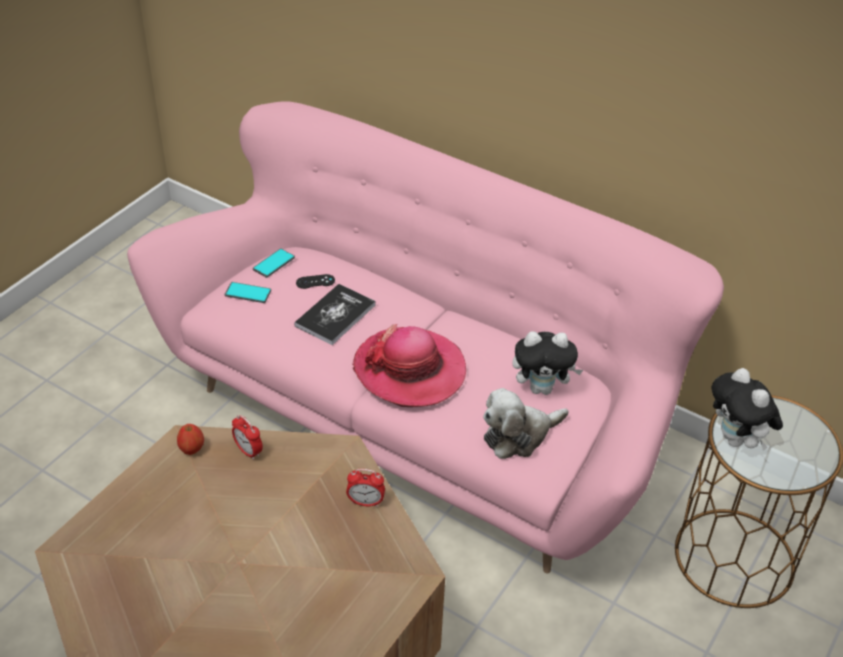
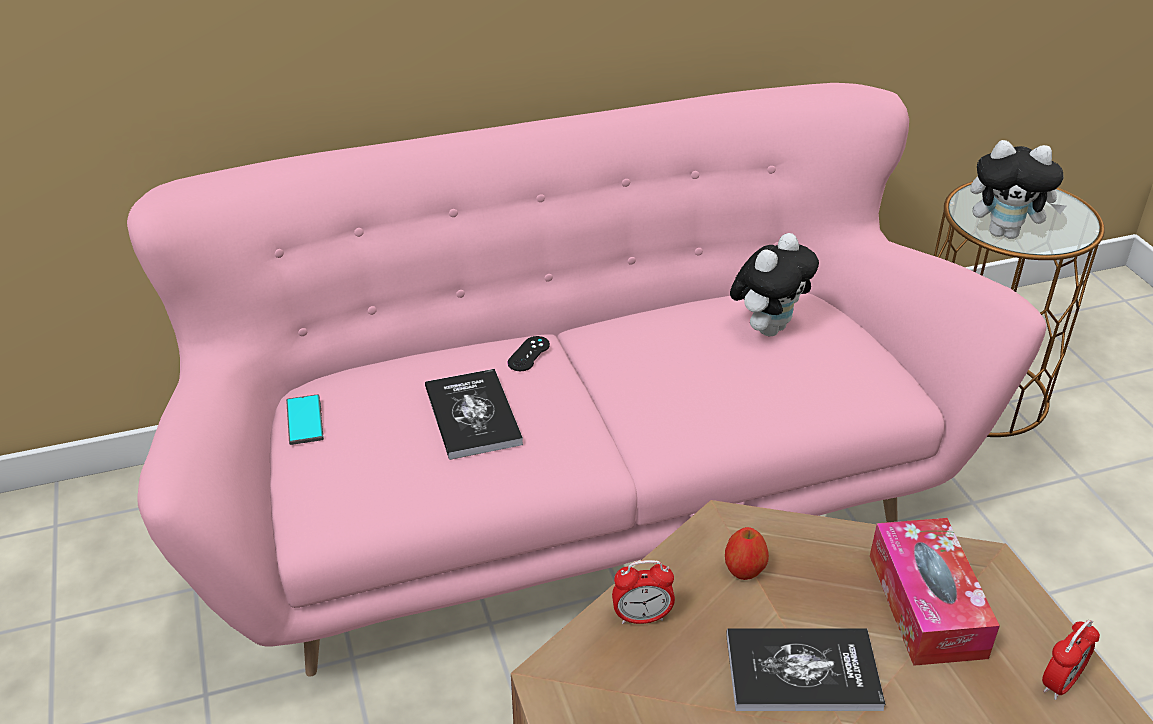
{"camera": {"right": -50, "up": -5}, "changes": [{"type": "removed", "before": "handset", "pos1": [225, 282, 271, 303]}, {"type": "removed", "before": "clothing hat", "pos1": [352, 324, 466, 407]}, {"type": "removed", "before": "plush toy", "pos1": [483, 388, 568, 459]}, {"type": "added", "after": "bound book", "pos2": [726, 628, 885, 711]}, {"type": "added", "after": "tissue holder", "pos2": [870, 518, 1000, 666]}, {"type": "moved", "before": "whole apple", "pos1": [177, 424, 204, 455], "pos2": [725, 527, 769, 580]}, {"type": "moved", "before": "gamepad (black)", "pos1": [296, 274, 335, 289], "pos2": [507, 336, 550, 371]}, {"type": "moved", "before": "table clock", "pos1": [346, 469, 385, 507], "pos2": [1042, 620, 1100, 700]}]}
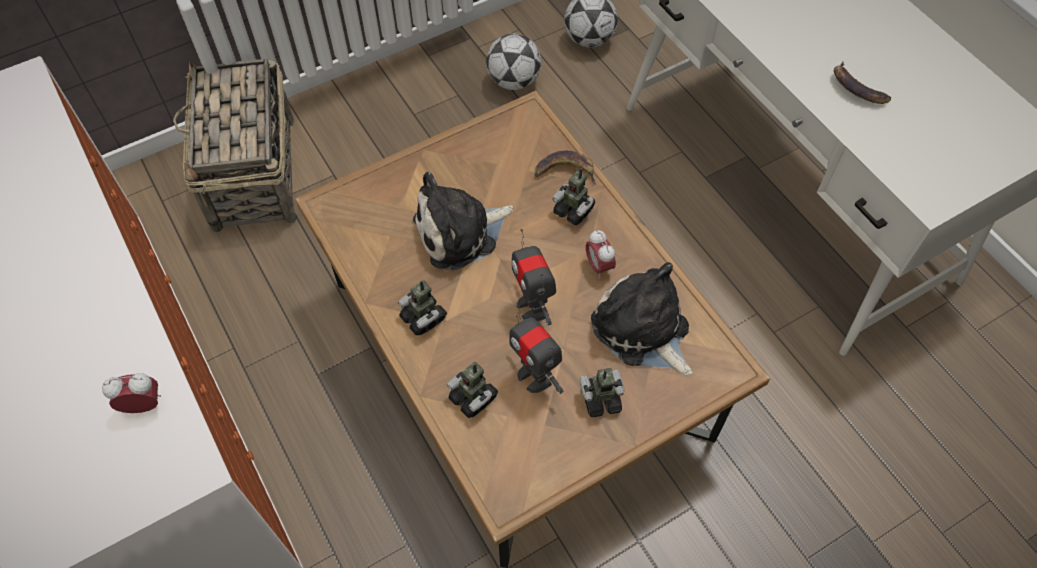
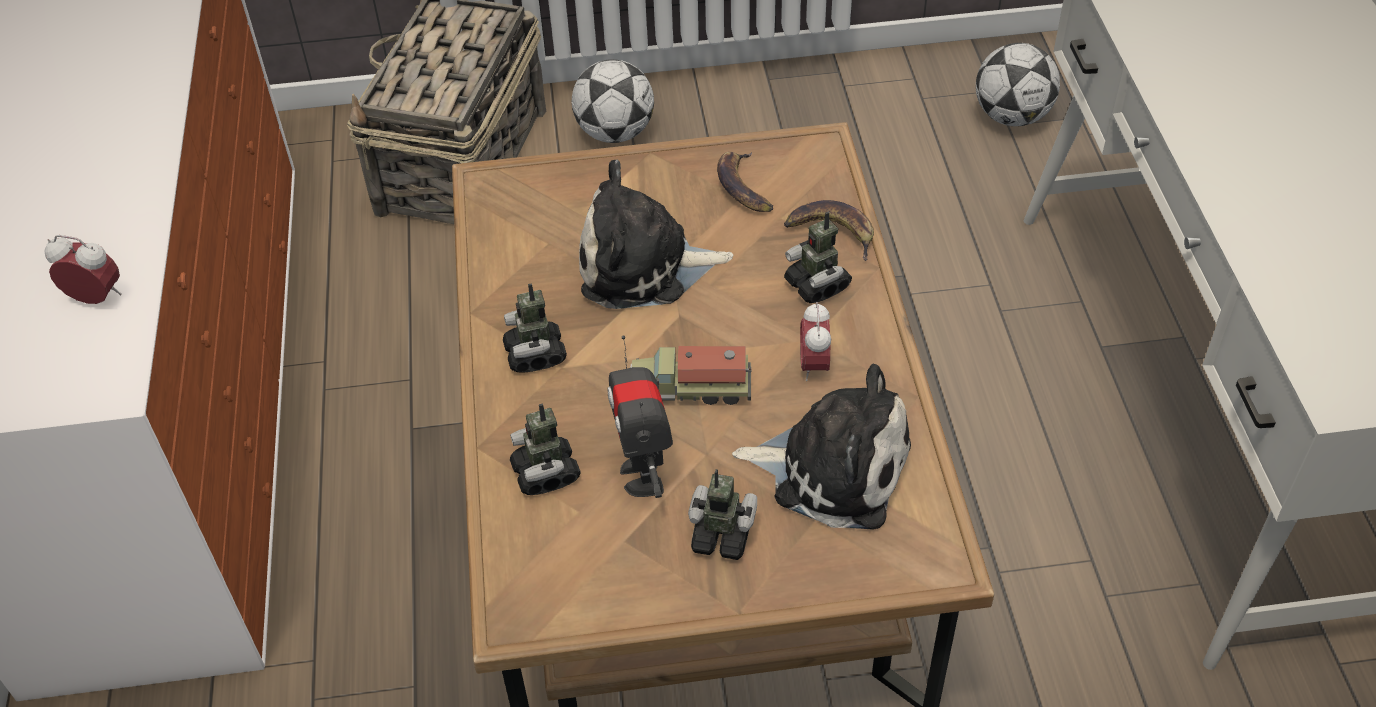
{"camera": {"right": 25, "up": -10}, "changes": [{"type": "moved", "before": "football", "pos1": [486, 34, 541, 90], "pos2": [572, 59, 654, 143]}, {"type": "moved", "before": "whole banana", "pos1": [834, 62, 891, 104], "pos2": [717, 152, 773, 212]}, {"type": "replaced", "before": "model robot", "after": "toy lorry", "pos1": [512, 229, 556, 325], "pos2": [630, 346, 752, 405]}, {"type": "turned", "before": "plush toy", "pos1": [591, 262, 692, 375], "pos2": [732, 364, 911, 530], "turn": 120}]}
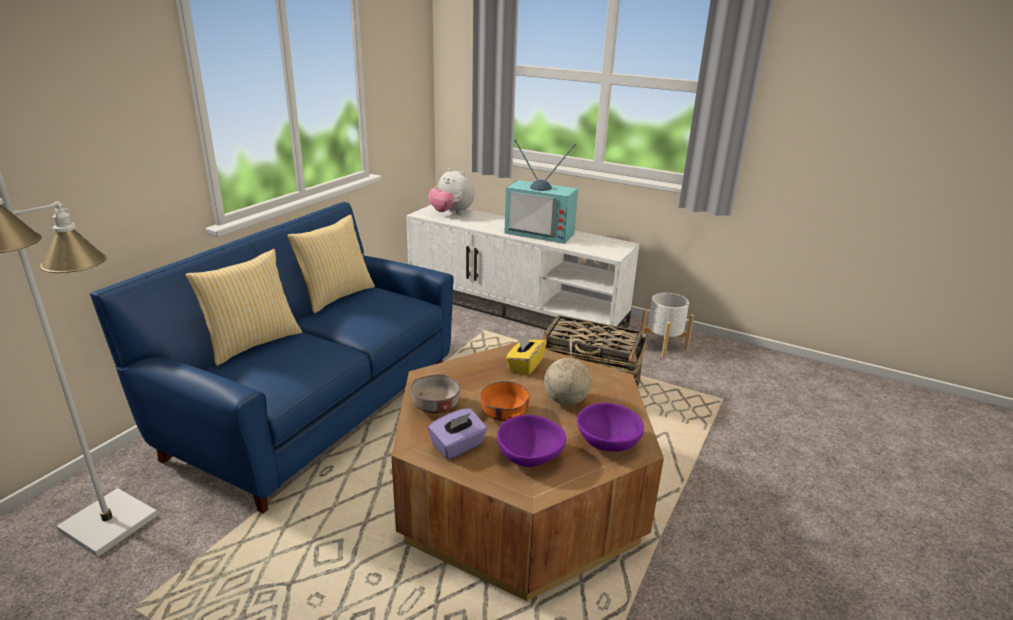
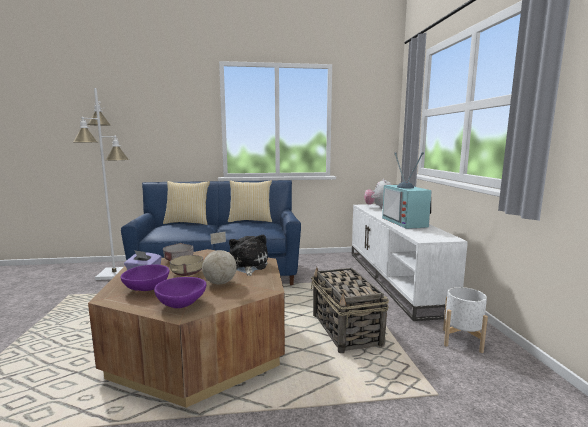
{"camera": {"right": 55, "up": -15}, "changes": [{"type": "replaced", "before": "tissue holder (yellow-coloured)", "after": "plush toy", "pos1": [506, 333, 546, 376], "pos2": [229, 235, 268, 276]}, {"type": "recoloured", "before": "serving bowl (orange-coloured)", "after": "serving bowl (beige)", "pos1": [480, 381, 530, 421], "pos2": [170, 255, 203, 276]}]}
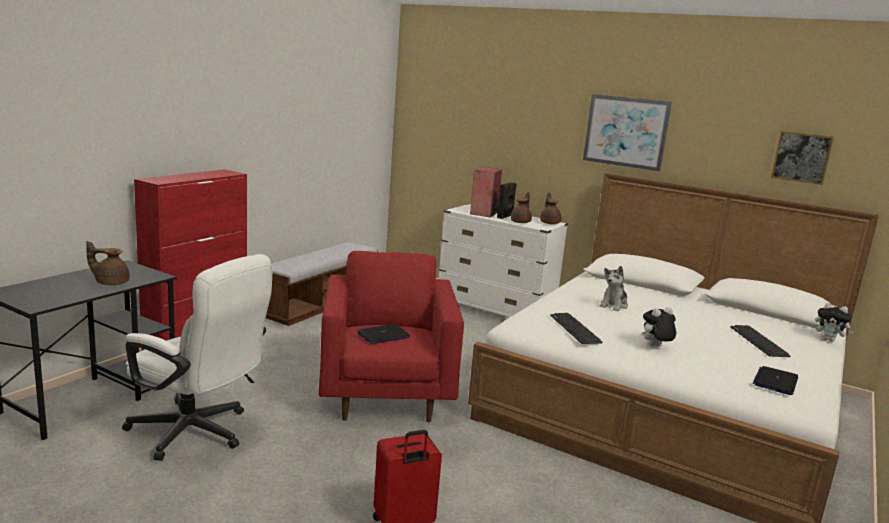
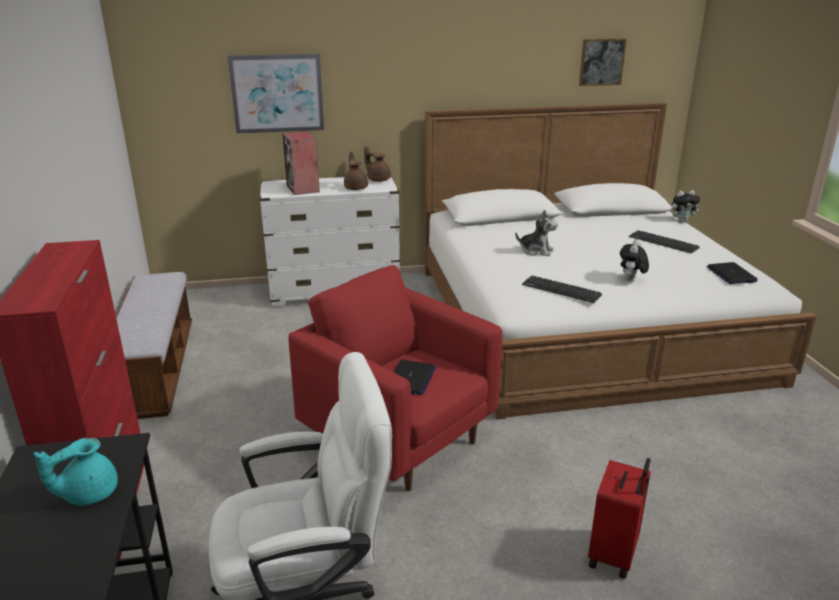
{"camera": {"right": -40, "up": 10}, "changes": [{"type": "removed", "before": "audio speaker (black)", "pos1": [497, 182, 517, 219]}, {"type": "moved", "before": "picture", "pos1": [583, 94, 672, 171], "pos2": [228, 54, 324, 134]}, {"type": "recoloured", "before": "pot for tea (brownish)", "after": "pot for tea (turquoise)", "pos1": [86, 241, 130, 285], "pos2": [34, 438, 118, 506]}, {"type": "turned", "before": "plush toy", "pos1": [600, 266, 628, 311], "pos2": [515, 210, 558, 256], "turn": -60}]}
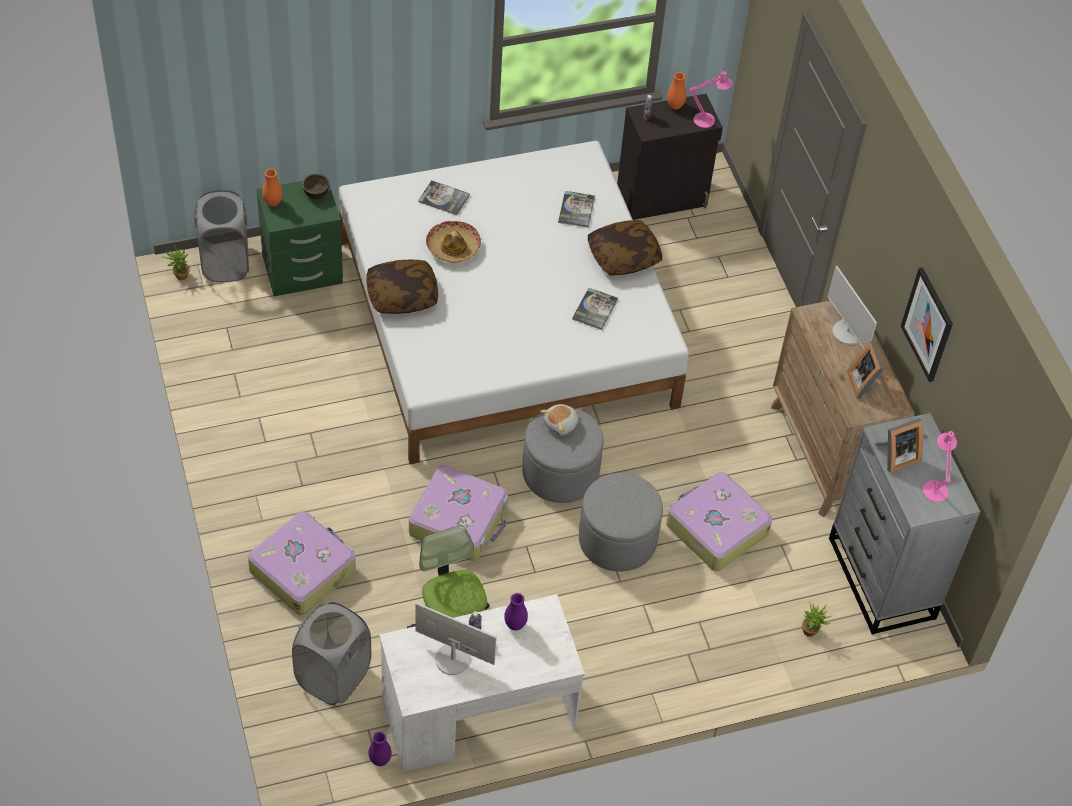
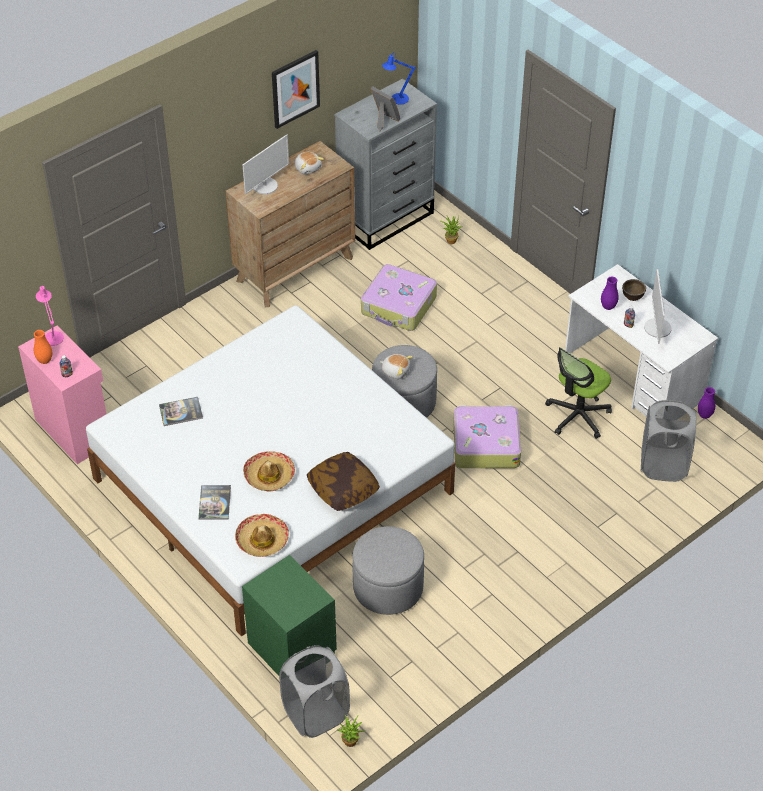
{"camera": {"right": -110, "up": -5}, "changes": [{"type": "removed", "before": "travel case", "pos1": [248, 512, 356, 615]}, {"type": "removed", "before": "decorative vase (orange-coloured)", "pos1": [262, 169, 283, 206]}, {"type": "removed", "before": "bound book", "pos1": [572, 288, 618, 330]}, {"type": "removed", "before": "pillow", "pos1": [588, 220, 662, 276]}, {"type": "added", "after": "clothing hat", "pos2": [235, 514, 289, 557]}, {"type": "moved", "before": "serving bowl (brownish)", "pos1": [302, 174, 329, 199], "pos2": [622, 279, 646, 301]}, {"type": "moved", "before": "pouffe (gray)", "pos1": [579, 473, 663, 572], "pos2": [352, 526, 424, 615]}, {"type": "replaced", "before": "picture frame", "after": "plush toy", "pos1": [847, 341, 884, 399], "pos2": [295, 152, 324, 175]}, {"type": "recoloured", "before": "cabinet (black)", "after": "cabinet (pink)", "pos1": [617, 94, 723, 220], "pos2": [18, 326, 106, 464]}, {"type": "recoloured", "before": "table lamp (pink)", "after": "table lamp (blue)", "pos1": [923, 431, 957, 502], "pos2": [382, 52, 415, 105]}]}
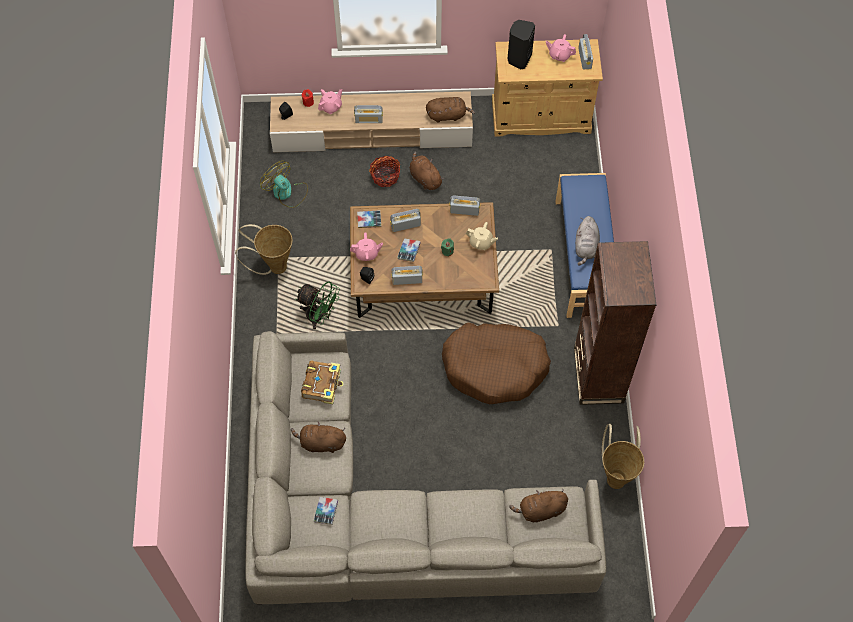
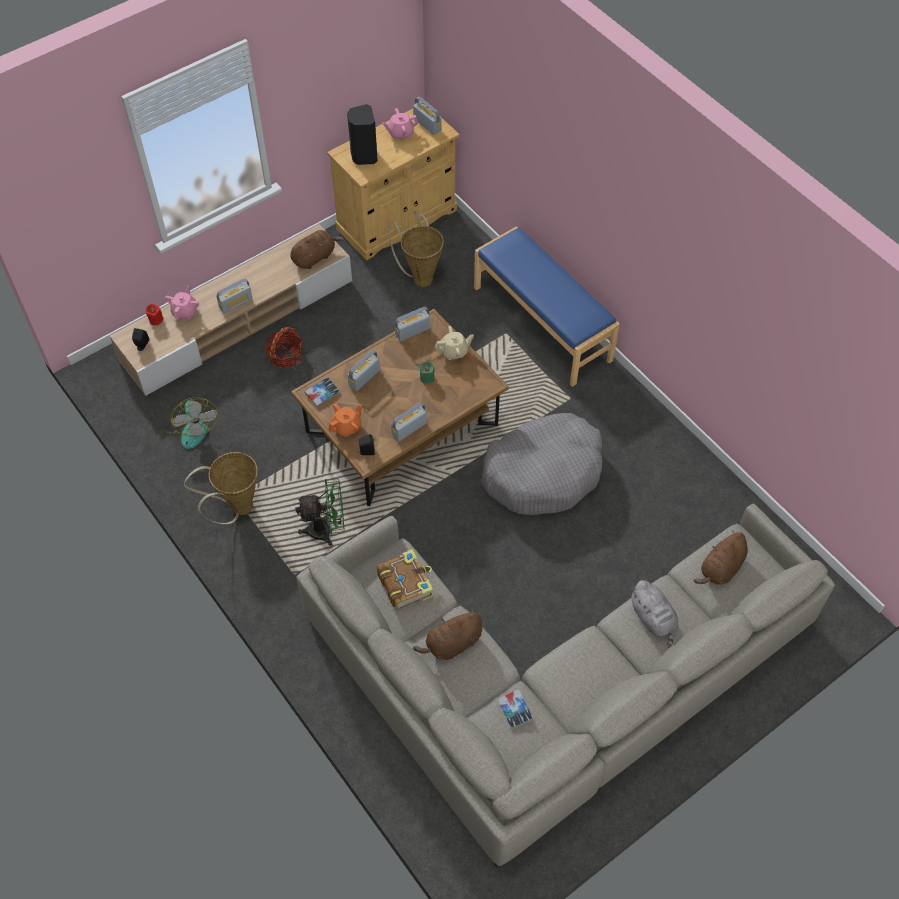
{"camera": {"right": -35, "up": -5}, "changes": [{"type": "removed", "before": "bound book", "pos1": [397, 238, 421, 262]}, {"type": "removed", "before": "plush toy (brownish)", "pos1": [409, 152, 444, 190]}, {"type": "removed", "before": "bookshelf (brownish)", "pos1": [574, 241, 656, 405]}, {"type": "moved", "before": "plush toy (gray)", "pos1": [575, 216, 600, 266], "pos2": [630, 580, 678, 648]}, {"type": "moved", "before": "basket", "pos1": [602, 424, 644, 489], "pos2": [388, 211, 444, 287]}, {"type": "recoloured", "before": "pot for tea (pink)", "after": "pot for tea (orange-coloured)", "pos1": [350, 232, 383, 261], "pos2": [328, 403, 362, 437]}, {"type": "recoloured", "before": "dog bed (brownish)", "after": "dog bed (gray)", "pos1": [442, 322, 551, 404], "pos2": [481, 413, 602, 515]}, {"type": "turned", "before": "electric fan", "pos1": [260, 161, 308, 208], "pos2": [164, 397, 219, 449], "turn": -120}]}
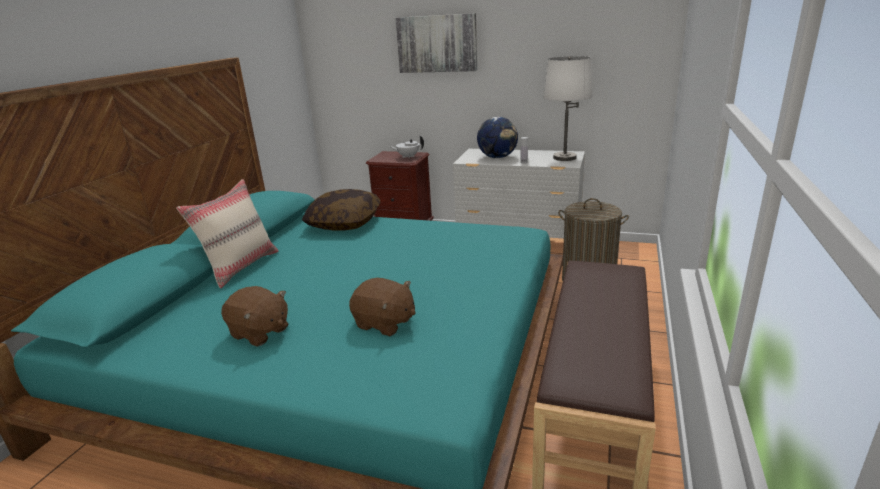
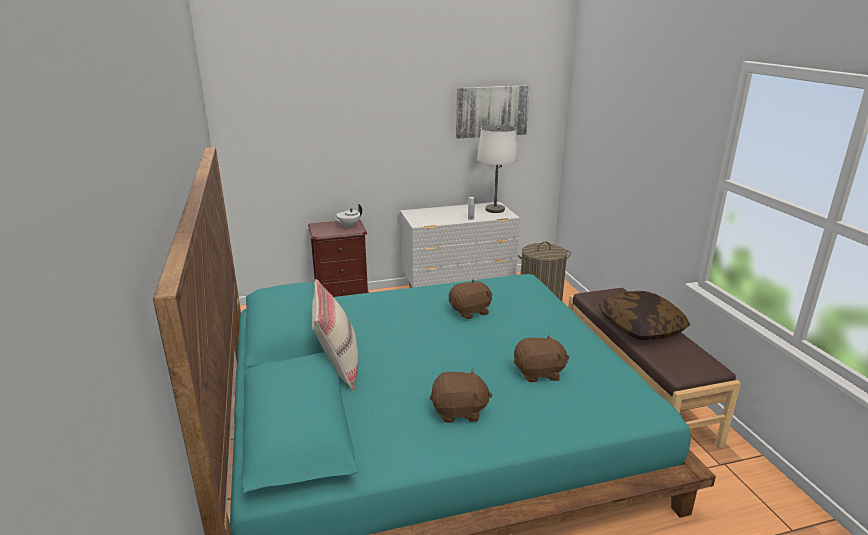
{"camera": {"right": -35, "up": 0}, "changes": [{"type": "removed", "before": "globe", "pos1": [477, 117, 518, 158]}, {"type": "added", "after": "plush toy (brownish)", "pos2": [449, 280, 492, 319]}, {"type": "moved", "before": "pillow", "pos1": [302, 189, 380, 231], "pos2": [599, 291, 690, 340]}, {"type": "moved", "before": "picture", "pos1": [395, 13, 477, 73], "pos2": [456, 85, 530, 138]}]}
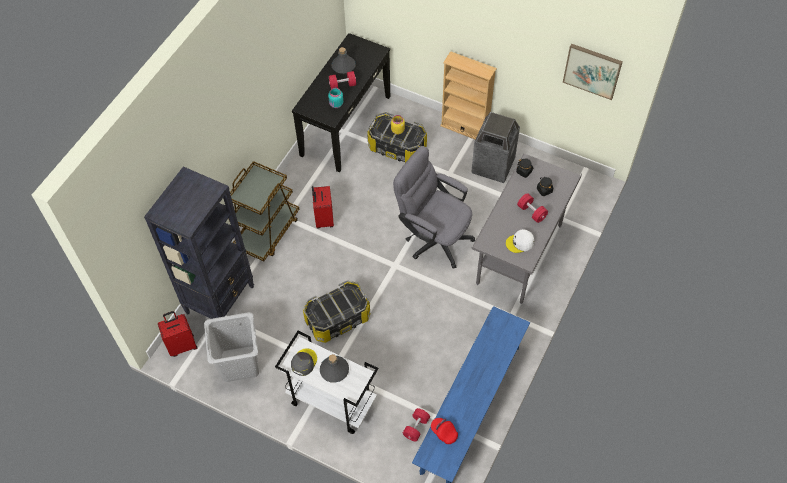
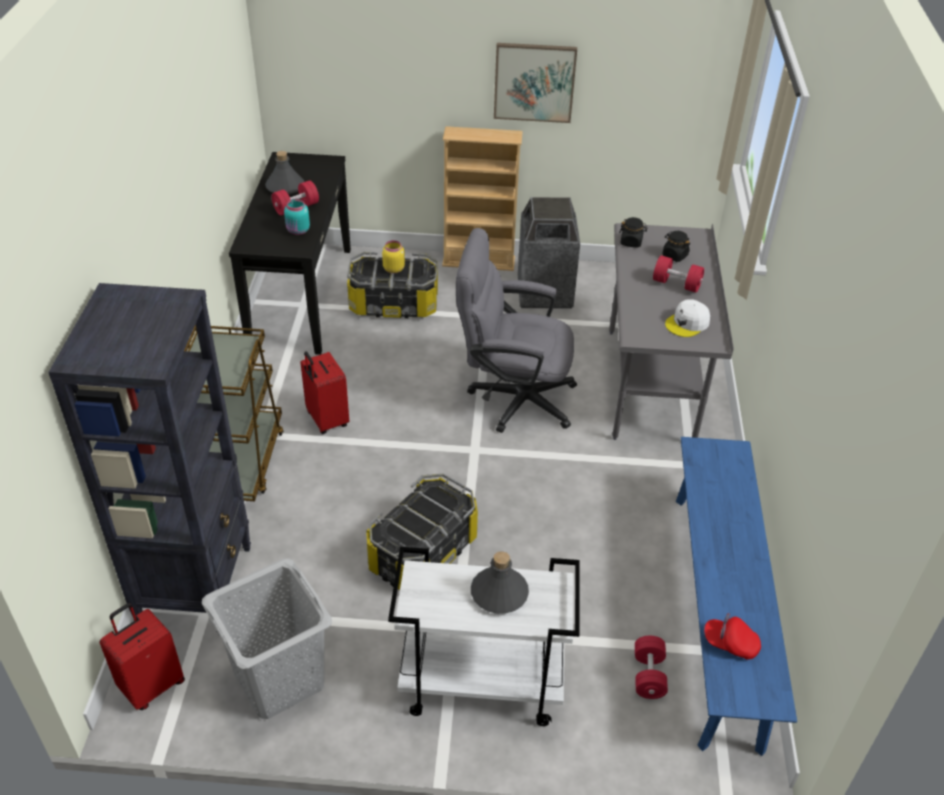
{"camera": {"right": -25, "up": -15}, "changes": [{"type": "removed", "before": "cap (gray)", "pos1": [291, 348, 317, 376]}, {"type": "moved", "before": "picture", "pos1": [563, 44, 623, 100], "pos2": [494, 43, 577, 123]}]}
